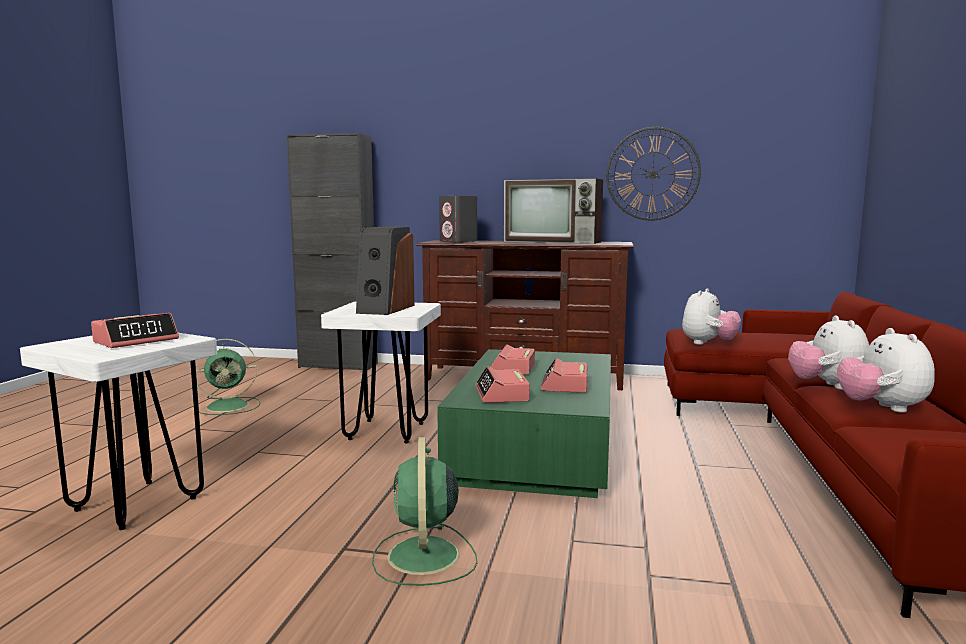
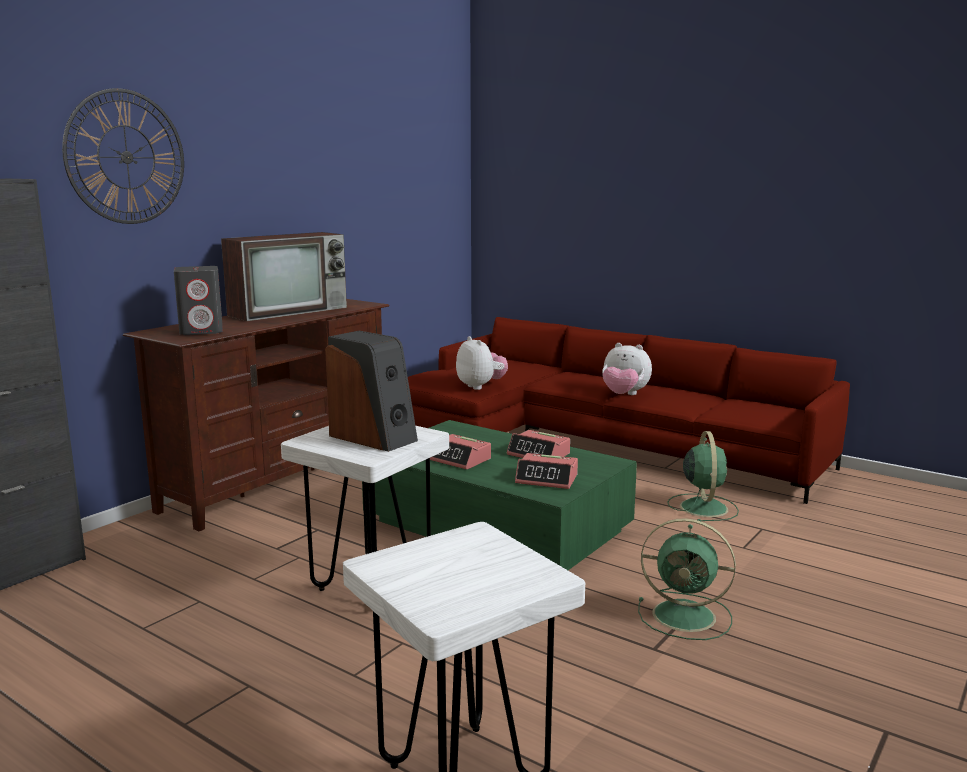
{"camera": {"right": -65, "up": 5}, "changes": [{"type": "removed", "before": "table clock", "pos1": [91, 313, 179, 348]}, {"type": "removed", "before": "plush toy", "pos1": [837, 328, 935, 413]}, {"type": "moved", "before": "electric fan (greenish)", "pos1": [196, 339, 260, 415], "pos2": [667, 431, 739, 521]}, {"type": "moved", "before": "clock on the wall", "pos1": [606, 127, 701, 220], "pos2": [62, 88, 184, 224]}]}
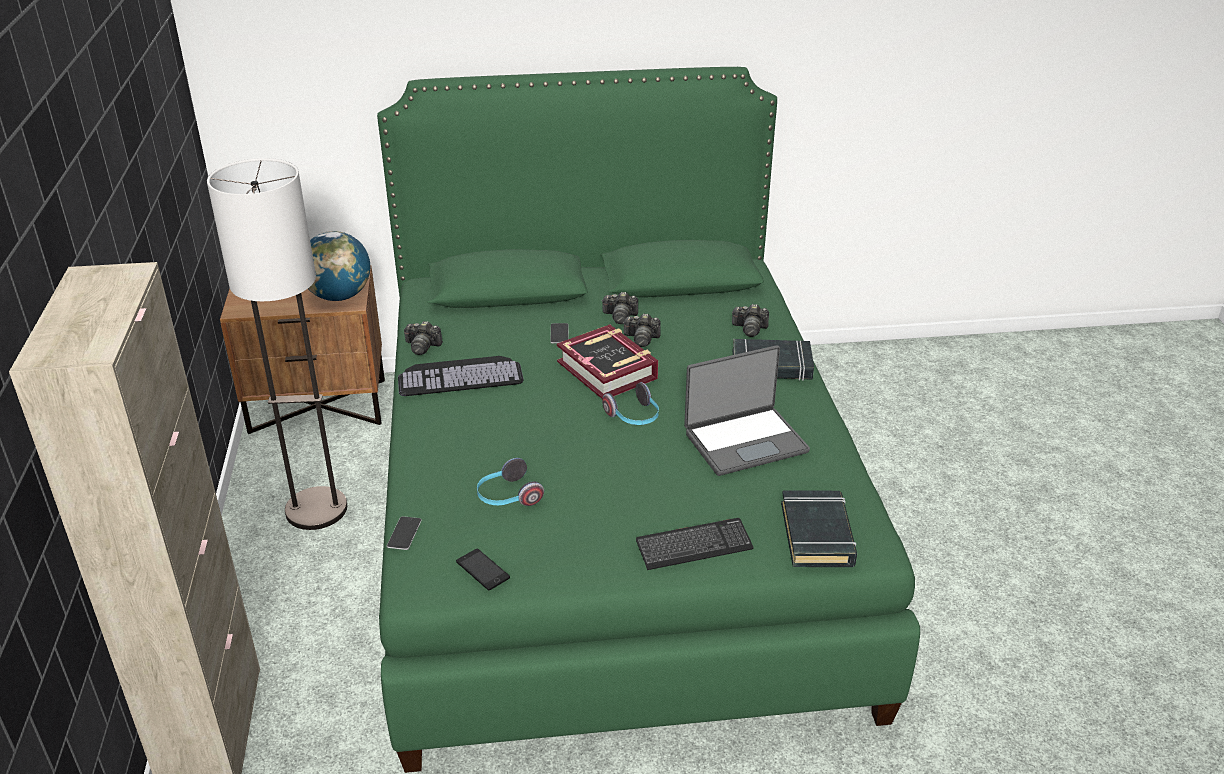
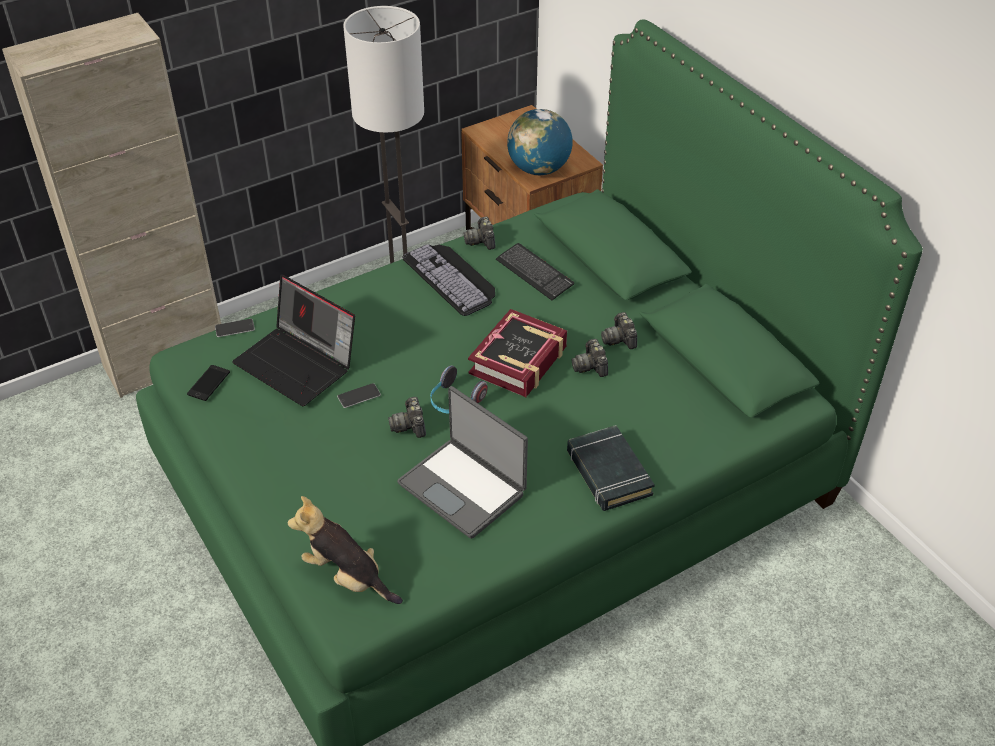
{"camera": {"right": 65, "up": 10}, "changes": [{"type": "moved", "before": "handset", "pos1": [550, 323, 569, 343], "pos2": [337, 383, 381, 408]}, {"type": "moved", "before": "keyboard", "pos1": [636, 518, 754, 570], "pos2": [496, 243, 574, 300]}, {"type": "moved", "before": "still camera", "pos1": [731, 304, 769, 337], "pos2": [388, 397, 426, 438]}, {"type": "replaced", "before": "headset", "after": "portable computer", "pos1": [477, 458, 544, 506], "pos2": [232, 274, 355, 406]}, {"type": "replaced", "before": "bound book (black)", "after": "plush toy", "pos1": [781, 491, 857, 567], "pos2": [288, 496, 403, 604]}]}
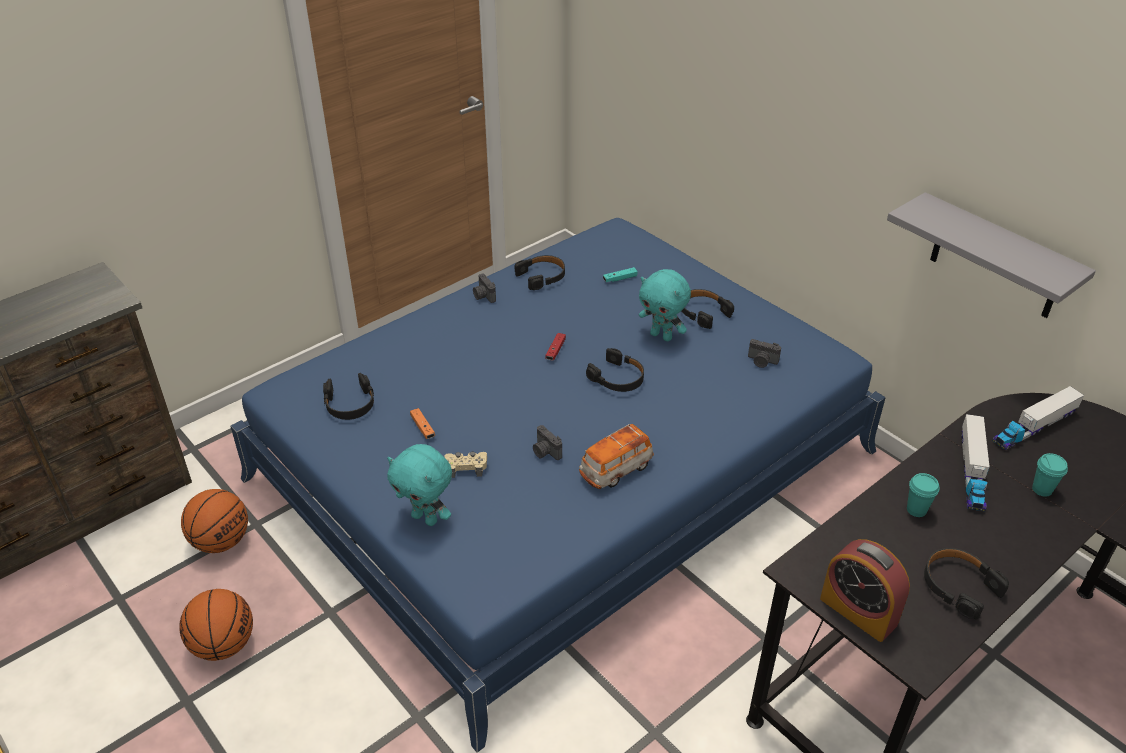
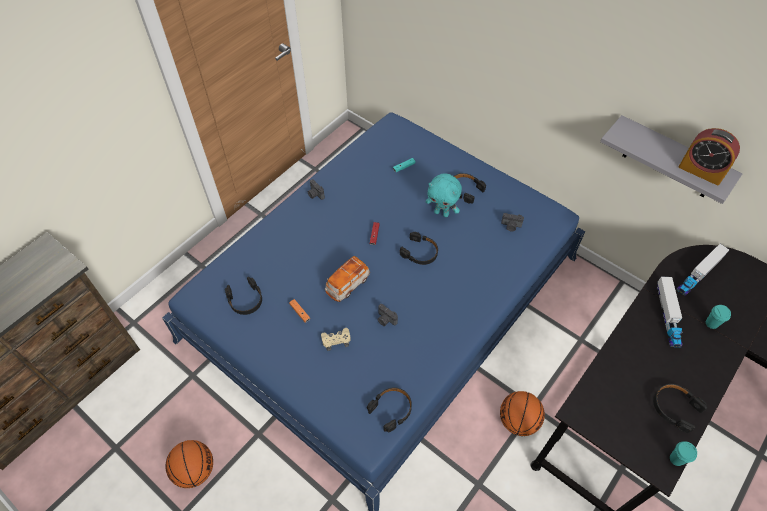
{"camera": {"right": -10, "up": 15}, "changes": [{"type": "removed", "before": "plush toy (turquoise)", "pos1": [387, 444, 452, 526]}, {"type": "moved", "before": "basketball", "pos1": [181, 489, 248, 553], "pos2": [500, 391, 545, 436]}, {"type": "moved", "before": "headset (black)", "pos1": [514, 255, 565, 290], "pos2": [367, 387, 412, 433]}, {"type": "moved", "before": "toy car", "pos1": [579, 424, 654, 489], "pos2": [325, 256, 370, 302]}, {"type": "moved", "before": "table clock", "pos1": [820, 539, 910, 642], "pos2": [679, 128, 740, 185]}, {"type": "moved", "before": "cup (turquoise)", "pos1": [907, 473, 939, 517], "pos2": [670, 441, 697, 466]}]}
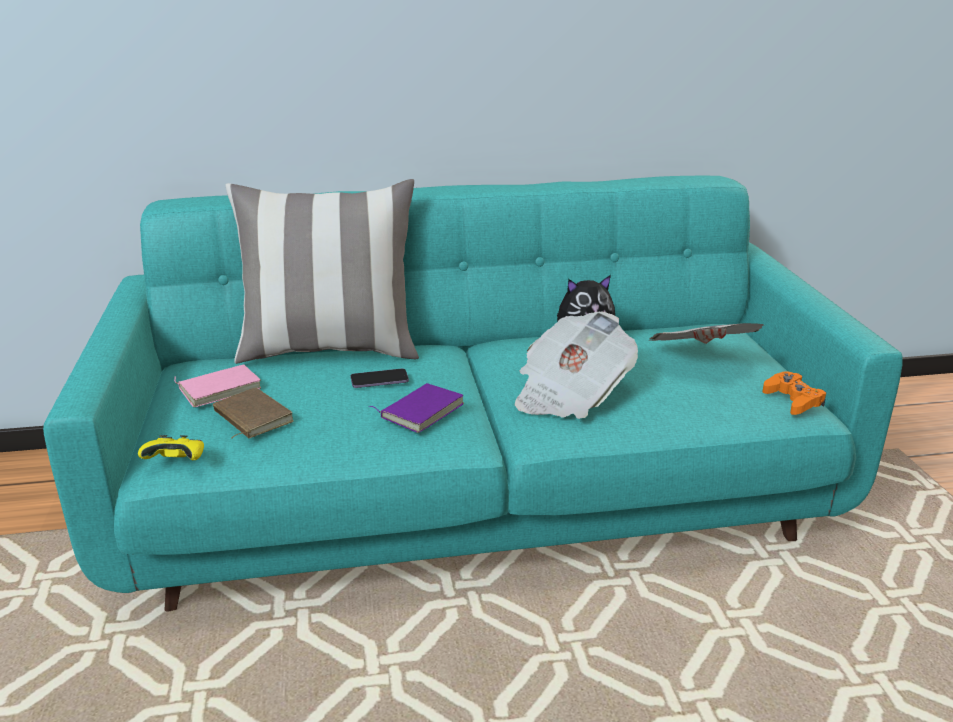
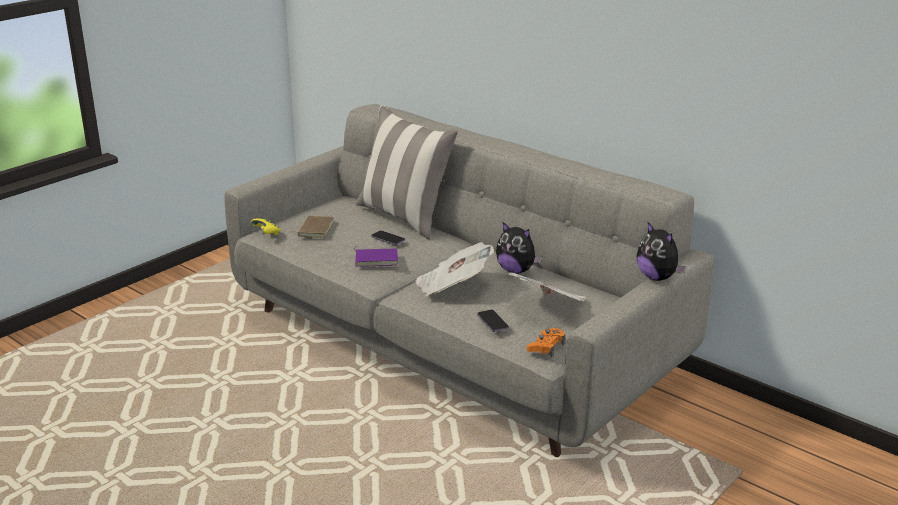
{"camera": {"right": 50, "up": 0}, "changes": [{"type": "removed", "before": "bound book (pink)", "pos1": [174, 364, 261, 407]}, {"type": "added", "after": "handset", "pos2": [477, 310, 509, 332]}, {"type": "added", "after": "plush toy", "pos2": [636, 222, 686, 281]}, {"type": "recoloured", "before": "sofa (turquoise)", "after": "sofa (gray)", "pos1": [43, 176, 903, 612], "pos2": [224, 104, 714, 457]}]}
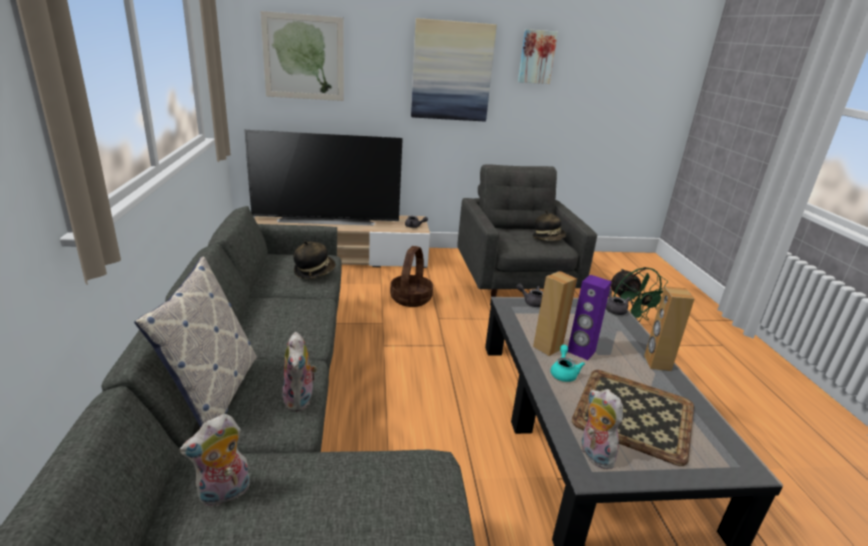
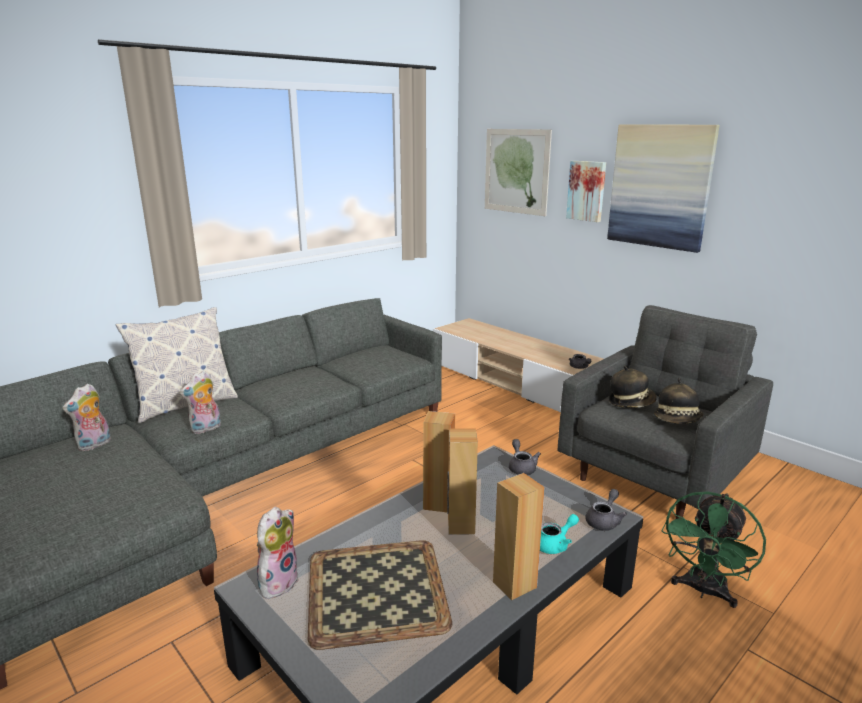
{"camera": {"right": 55, "up": -5}, "changes": [{"type": "removed", "before": "TV set", "pos1": [244, 130, 403, 226]}, {"type": "removed", "before": "basket", "pos1": [390, 246, 433, 307]}, {"type": "moved", "before": "clothing hat", "pos1": [293, 241, 336, 279], "pos2": [609, 366, 657, 408]}, {"type": "moved", "before": "picture", "pos1": [518, 29, 558, 84], "pos2": [566, 161, 606, 222]}, {"type": "moved", "before": "pot for tea (turquoise)", "pos1": [551, 345, 585, 382], "pos2": [540, 514, 579, 554]}, {"type": "recoloured", "before": "audio speaker (purple)", "after": "audio speaker (brownish)", "pos1": [568, 275, 612, 360], "pos2": [447, 428, 478, 534]}, {"type": "turned", "before": "plush toy", "pos1": [179, 414, 250, 507], "pos2": [62, 383, 111, 451], "turn": -75}]}
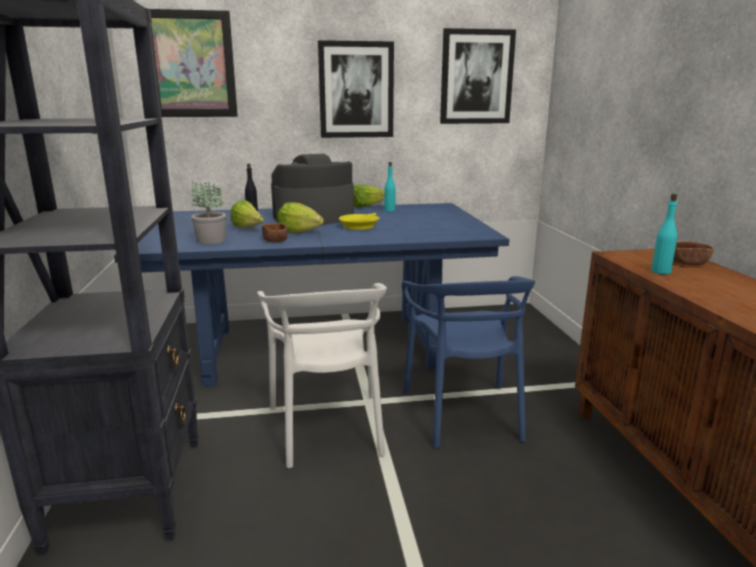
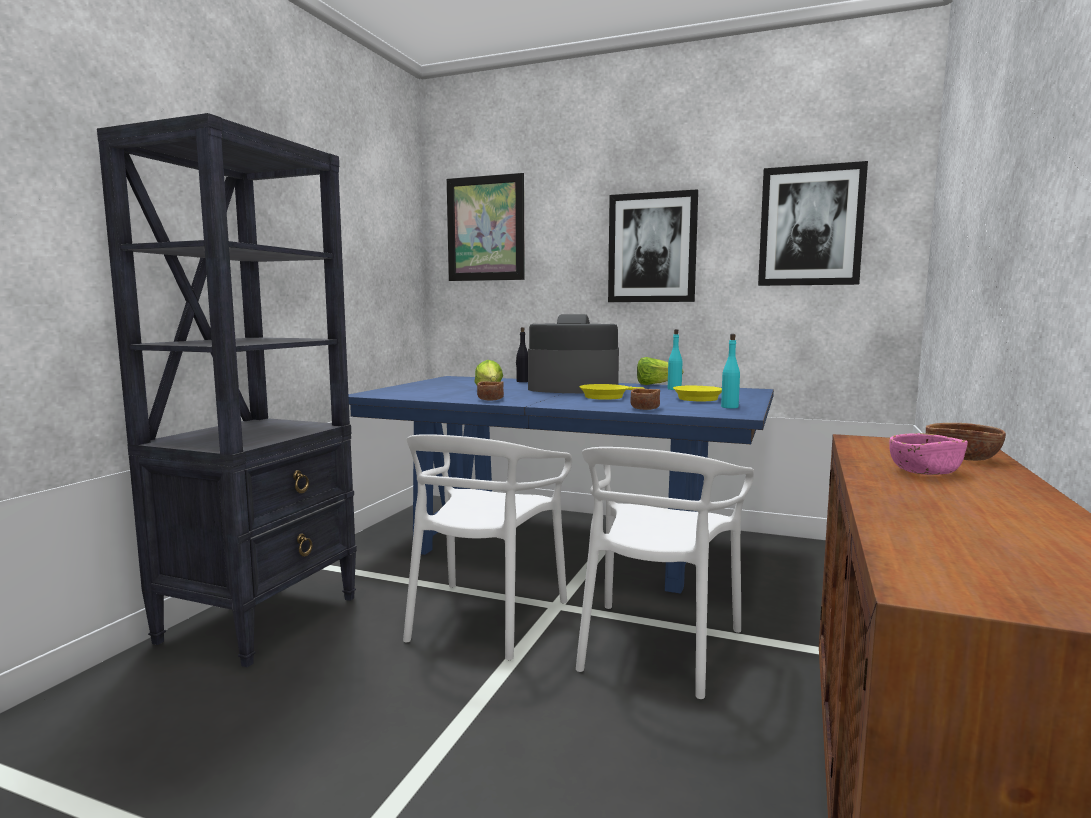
{"camera": {"right": 30, "up": -10}, "changes": [{"type": "removed", "before": "houseplant", "pos1": [191, 181, 226, 244]}, {"type": "removed", "before": "lettuce", "pos1": [277, 202, 324, 233]}, {"type": "added", "after": "serving bowl (brownish)", "pos2": [630, 388, 660, 410]}, {"type": "added", "after": "pan (yellow-coloured)", "pos2": [673, 386, 722, 401]}, {"type": "added", "after": "serving bowl (pink)", "pos2": [889, 433, 968, 475]}, {"type": "moved", "before": "bottle (turquoise)", "pos1": [651, 194, 677, 274], "pos2": [721, 334, 740, 408]}, {"type": "recoloured", "before": "upright chair (blue)", "after": "upright chair (whitish)", "pos1": [402, 276, 535, 448], "pos2": [576, 447, 754, 699]}]}
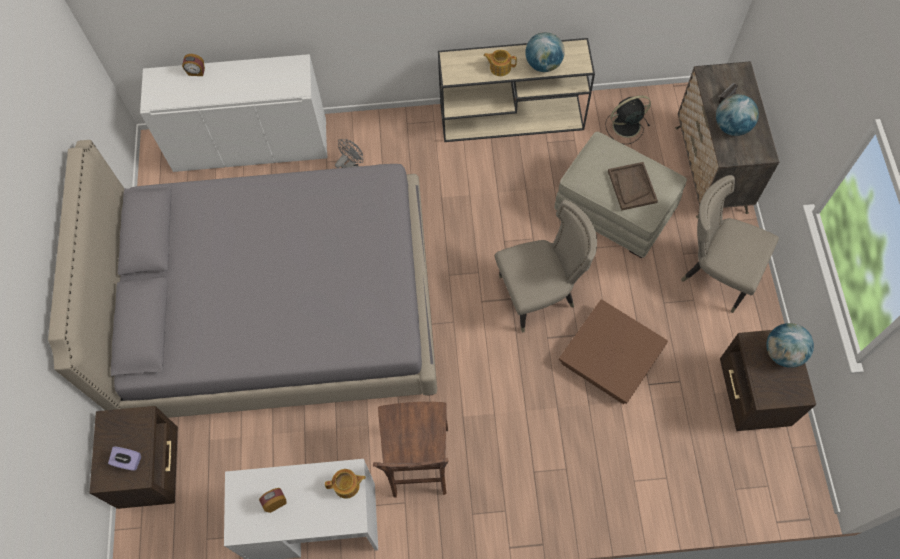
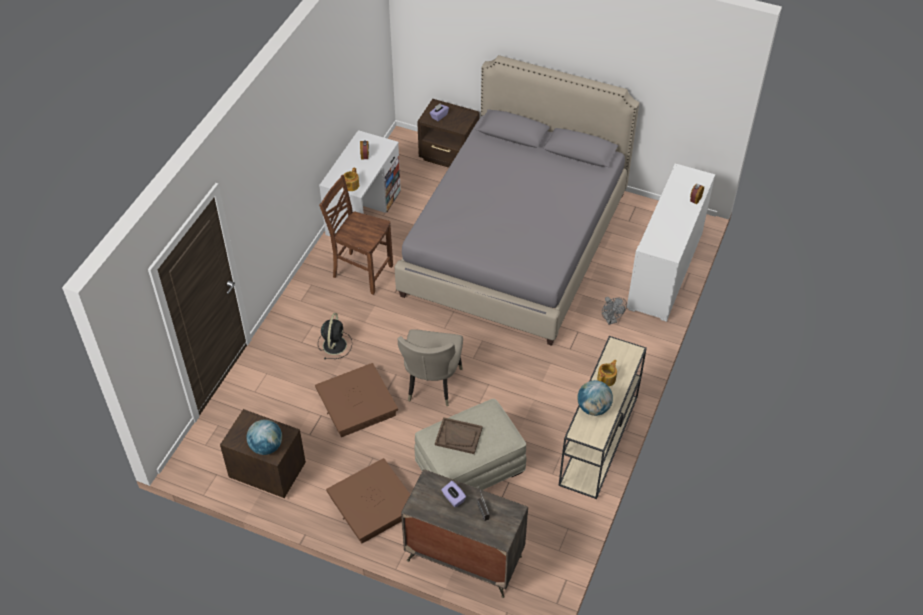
{"camera": {"right": 115, "up": -15}, "changes": [{"type": "moved", "before": "electric fan (black)", "pos1": [605, 95, 651, 144], "pos2": [318, 313, 352, 359]}, {"type": "replaced", "before": "upright chair (beige)", "after": "storage container (brownish)", "pos1": [681, 175, 779, 313], "pos2": [326, 458, 410, 544]}, {"type": "replaced", "before": "globe", "after": "tissue holder (purple)", "pos1": [716, 94, 759, 136], "pos2": [441, 481, 466, 507]}]}
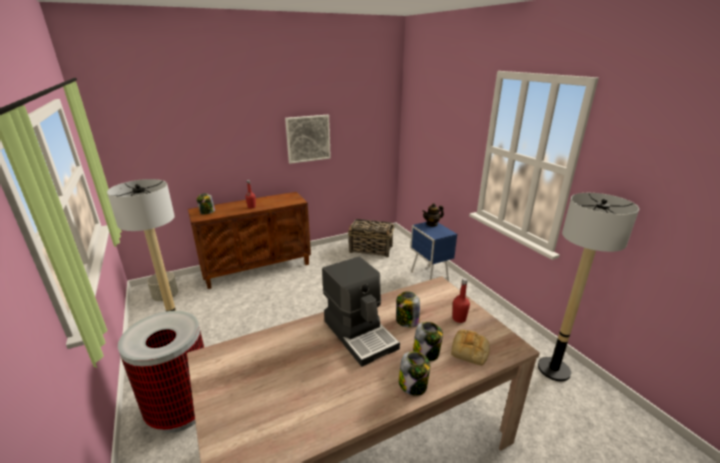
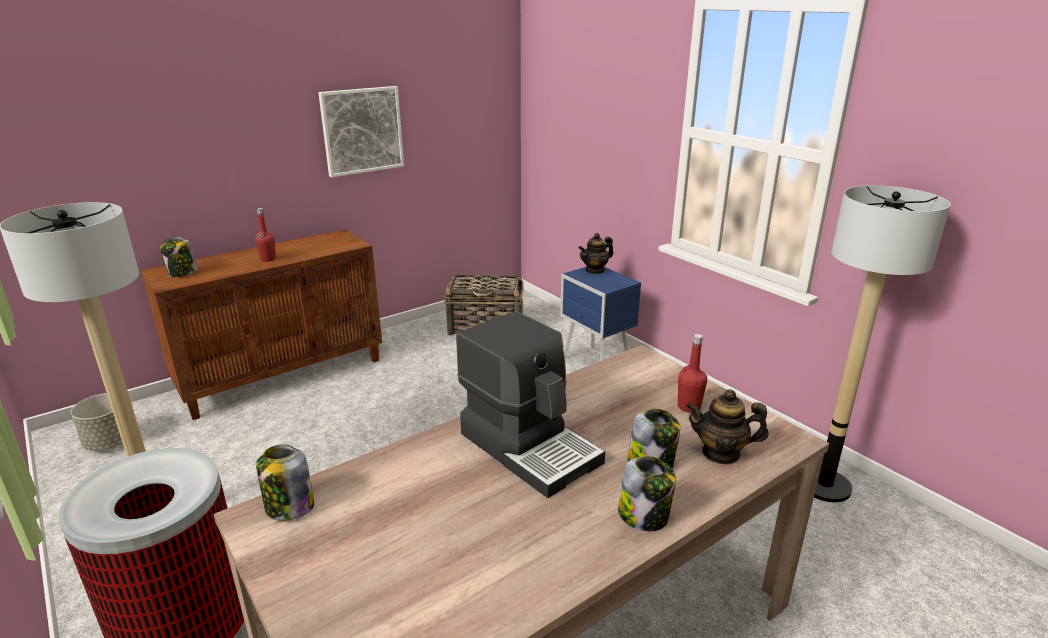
{"camera": {"right": -10, "up": 0}, "changes": [{"type": "moved", "before": "preserve jar", "pos1": [396, 291, 420, 328], "pos2": [256, 445, 314, 521]}, {"type": "replaced", "before": "bakery bread", "after": "pot for tea", "pos1": [451, 329, 490, 365], "pos2": [686, 389, 769, 465]}]}
